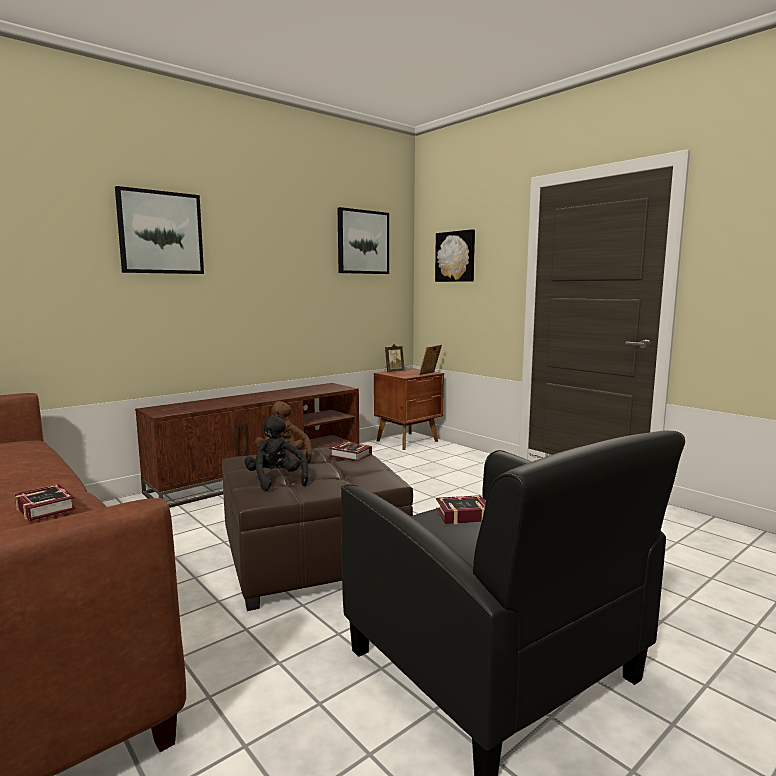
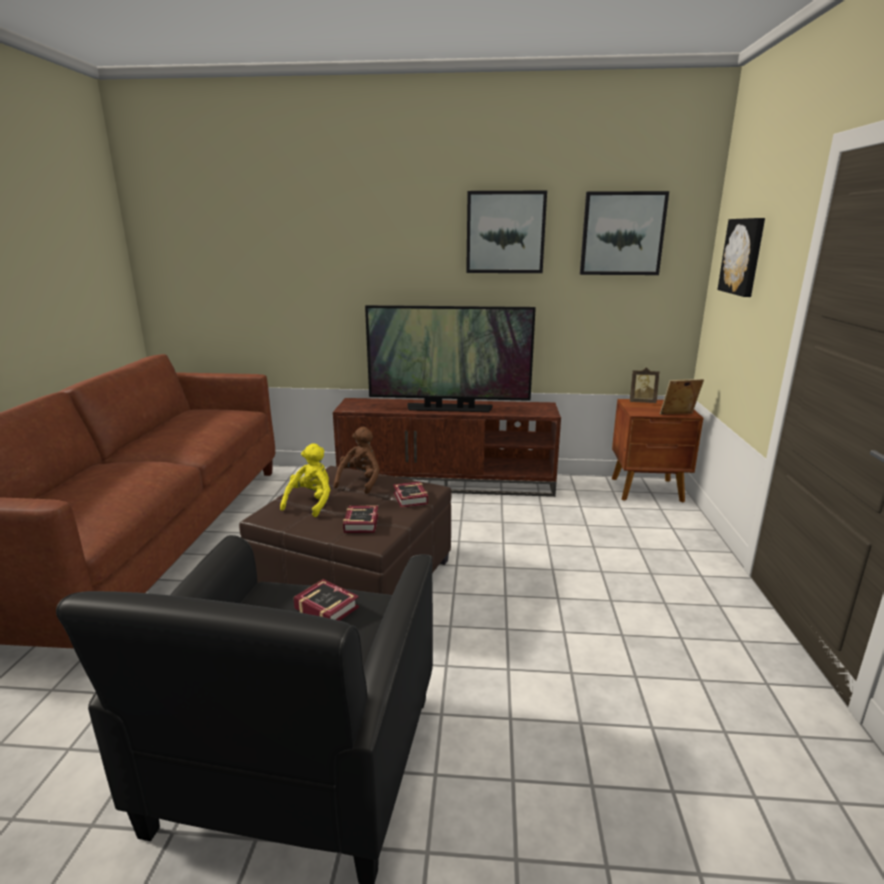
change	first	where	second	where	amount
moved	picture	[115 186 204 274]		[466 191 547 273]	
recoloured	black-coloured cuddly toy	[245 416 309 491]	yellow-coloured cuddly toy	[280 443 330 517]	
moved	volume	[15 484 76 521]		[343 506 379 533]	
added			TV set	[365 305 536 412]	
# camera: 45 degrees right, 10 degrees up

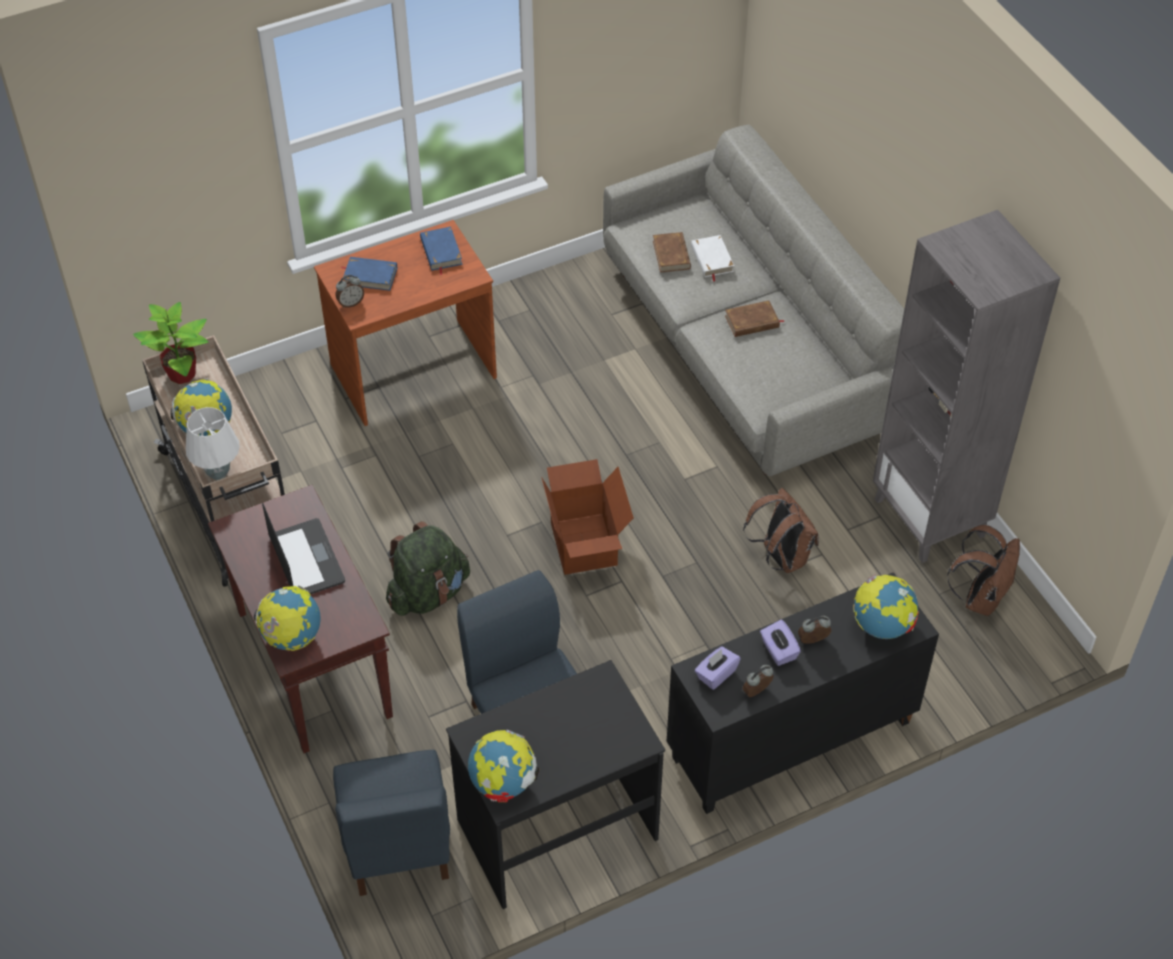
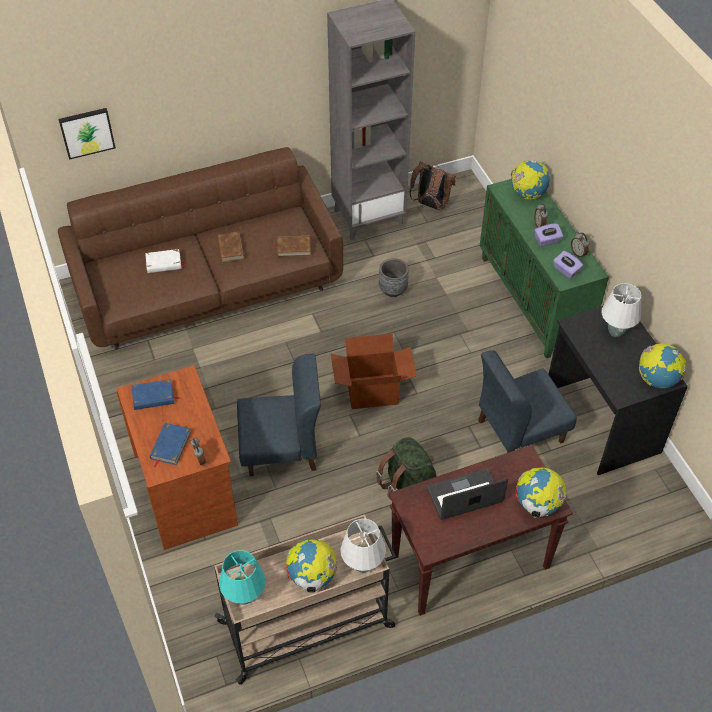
change	first	where	second	where	amount
recoloured	greyish sofa	[603 125 904 476]	brown-coloured sofa	[58 147 343 350]	
moved	brown-coloured volume	[653 232 691 273]		[271 236 311 257]	
replaced	plant in a pot	[133 302 208 384]	blue-green lamp for a table	[219 550 266 604]	
replaced	brown-coloured knapsack	[743 488 819 573]	greyish plant pot	[379 258 409 297]	
recoloured	black-coloured cabinet	[667 572 939 814]	green-coloured cabinet	[480 179 609 358]	
moved	blue upright chair	[333 750 450 896]		[237 354 321 476]	
added			picture	[58 108 116 160]	
added			white lamp for a table	[601 283 641 337]	
# camera: 85 degrees left, 0 degrees up

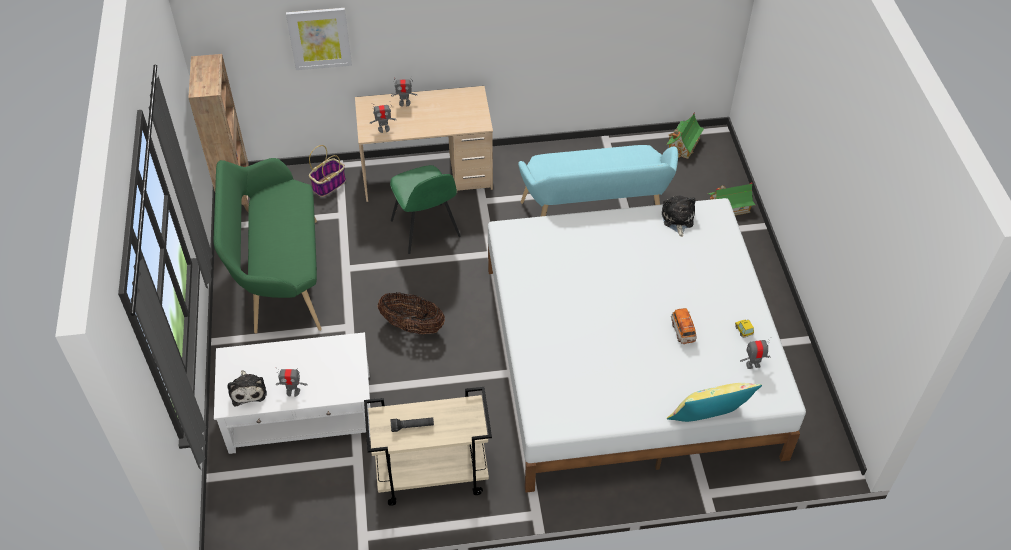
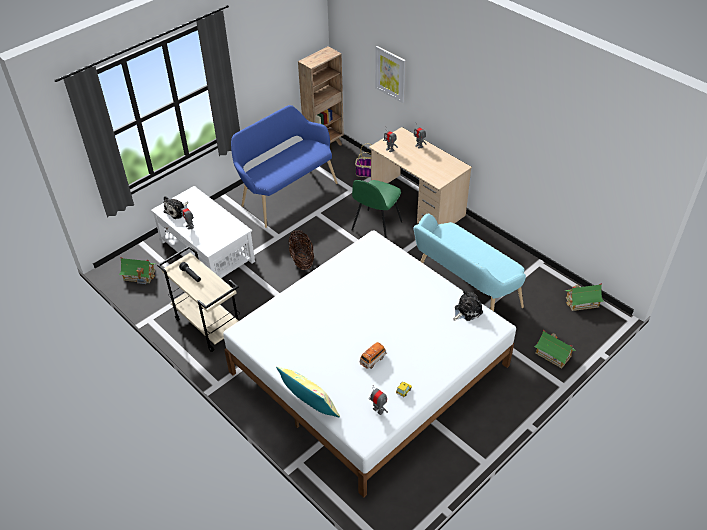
change	first	where	second	where	amount
recoloured	green-coloured long seat	[214 158 322 333]	blue long seat	[231 105 338 228]	
added			toy house	[119 257 155 284]	
# camera: 55 degrees right, 5 degrees down

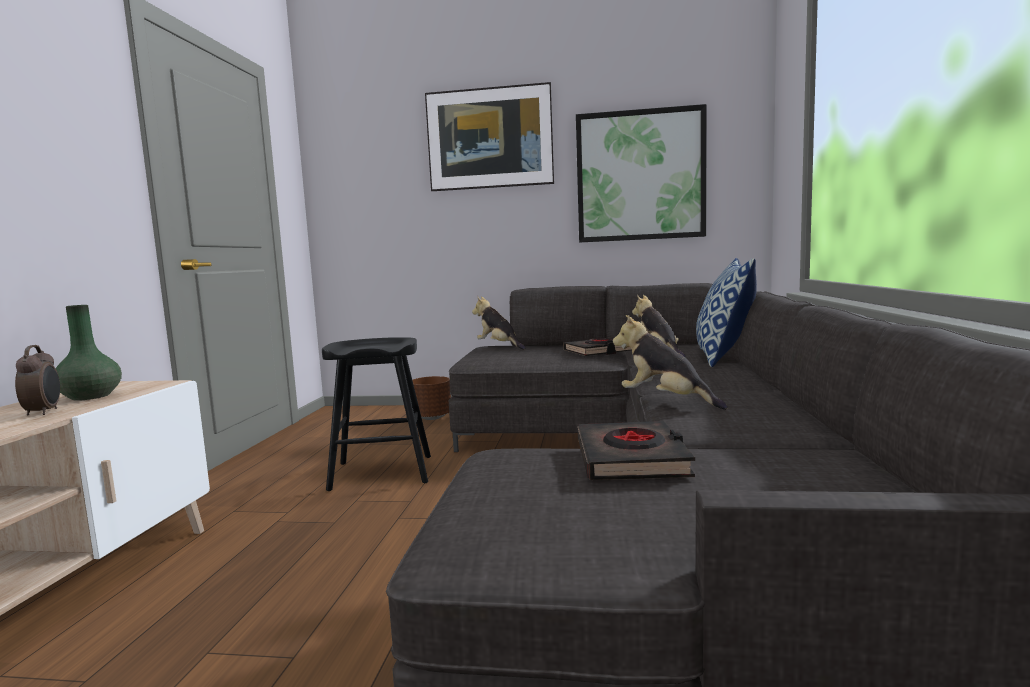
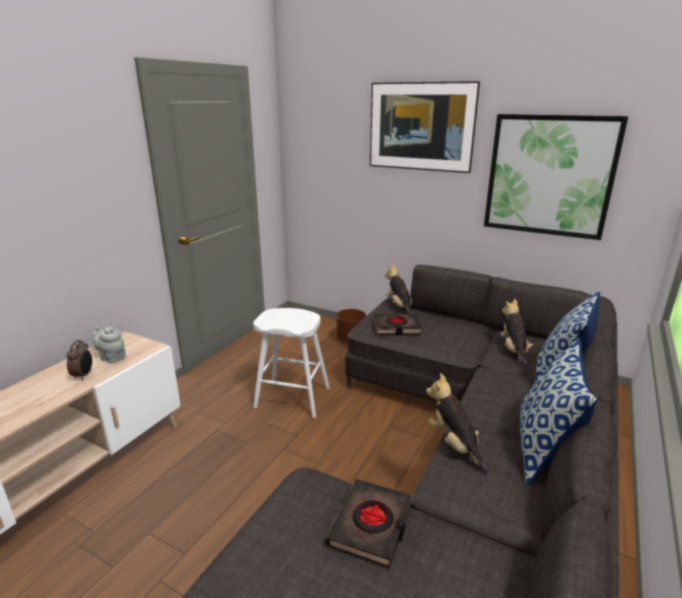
change	first	where	second	where	amount
replaced	green-coloured flower vase	[55 305 122 401]	greyish tea pot	[92 326 126 363]	
recoloured	black-coloured sitting stool	[322 337 431 491]	white sitting stool	[253 308 330 418]	
moved	black-coloured volume	[564 337 632 356]		[373 314 422 335]	
added			pillow	[520 338 598 485]	
# camera: 20 degrees right, 15 degrees up

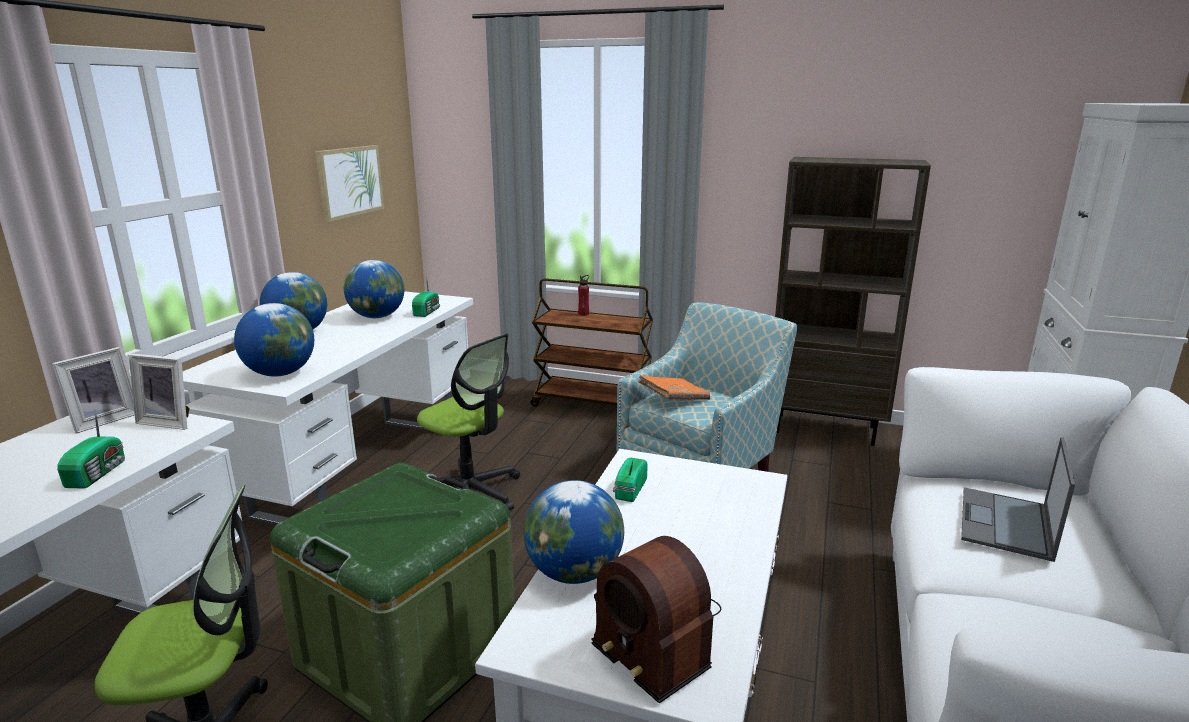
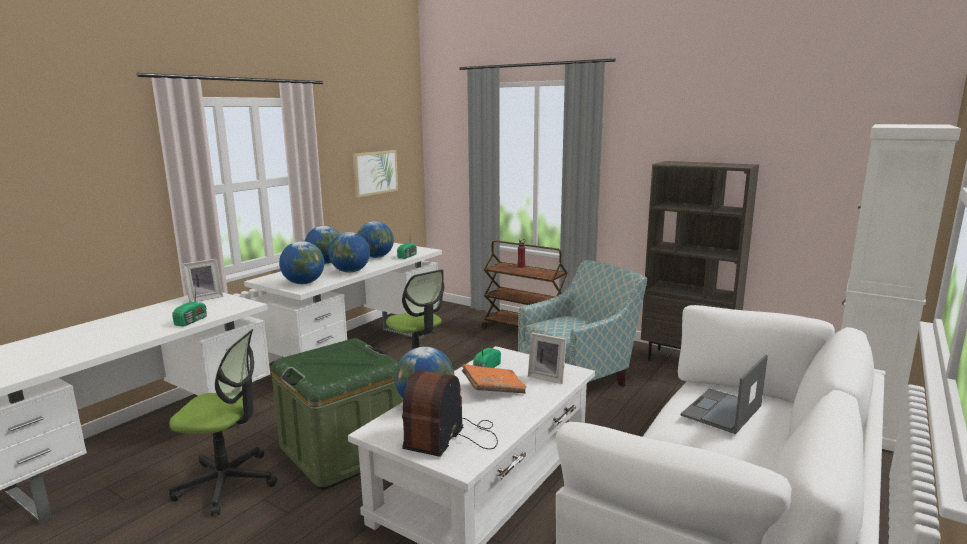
change	first	where	second	where	amount
moved	photo frame	[129 353 190 430]		[528 332 567 384]	
moved	orangey volume	[639 375 710 400]		[462 364 526 394]	
turned	radio	[591 536 721 704]		[402 370 498 457]	45 degrees clockwise
added			globe	[328 232 370 273]	
# camera: 15 degrees right, 5 degrees down

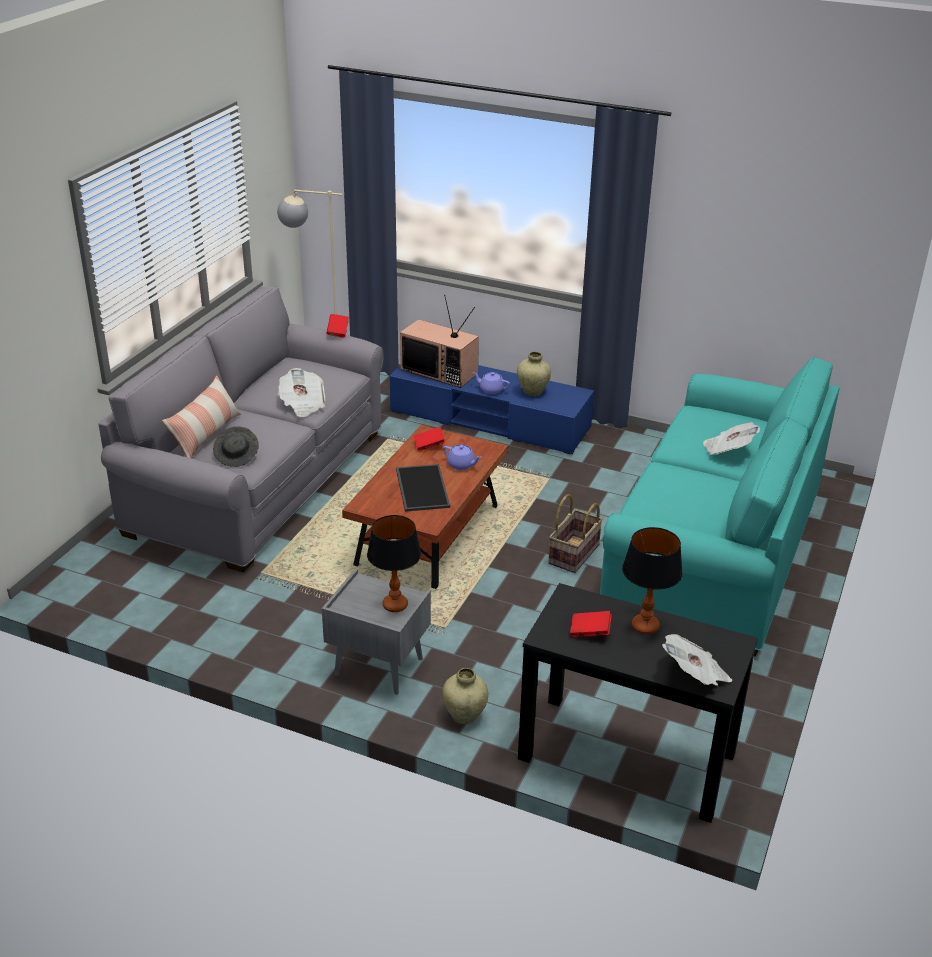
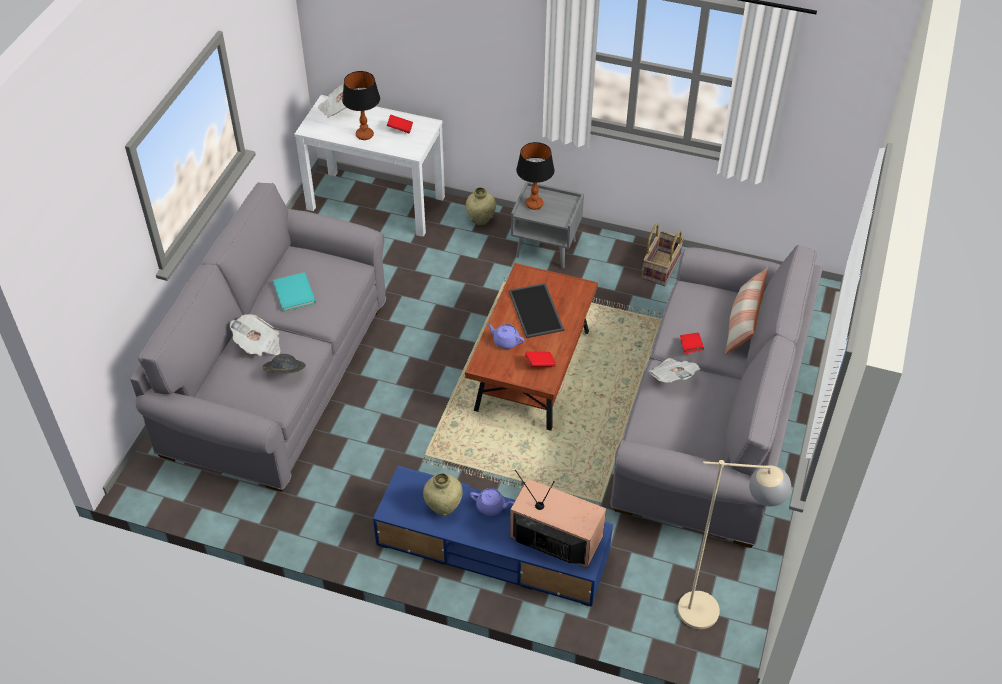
change	first	where	second	where	amount
moved	red volume	[326 314 349 338]		[680 333 704 354]	
recoloured	blue-green sofa	[600 357 840 656]	greyish sofa	[130 182 386 492]	
moved	greyish wearable hat	[213 426 259 467]		[262 354 306 374]	
moved	basket	[548 494 603 573]		[642 223 684 286]	
recoloured	black-coloured hall table	[518 583 758 823]	white hall table	[294 95 445 237]	
added			blue-green volume	[273 272 316 311]	
# camera: 175 degrees right, 15 degrees up

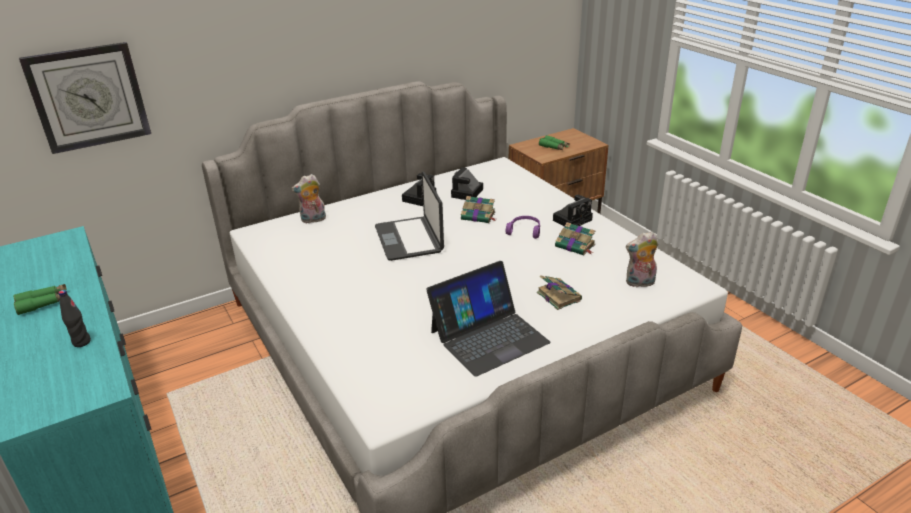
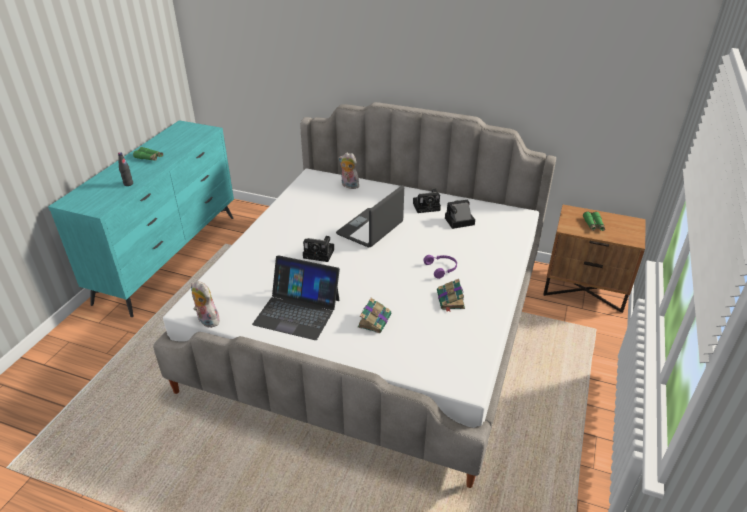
change	first	where	second	where	amount
removed	wall clock	[19 42 151 154]			
moved	photo camera	[553 195 593 227]		[303 236 334 262]	
removed	volume	[461 196 496 223]			
moved	cuddly toy	[626 232 658 287]		[191 281 220 328]	
# camera: 50 degrees right, 5 degrees up

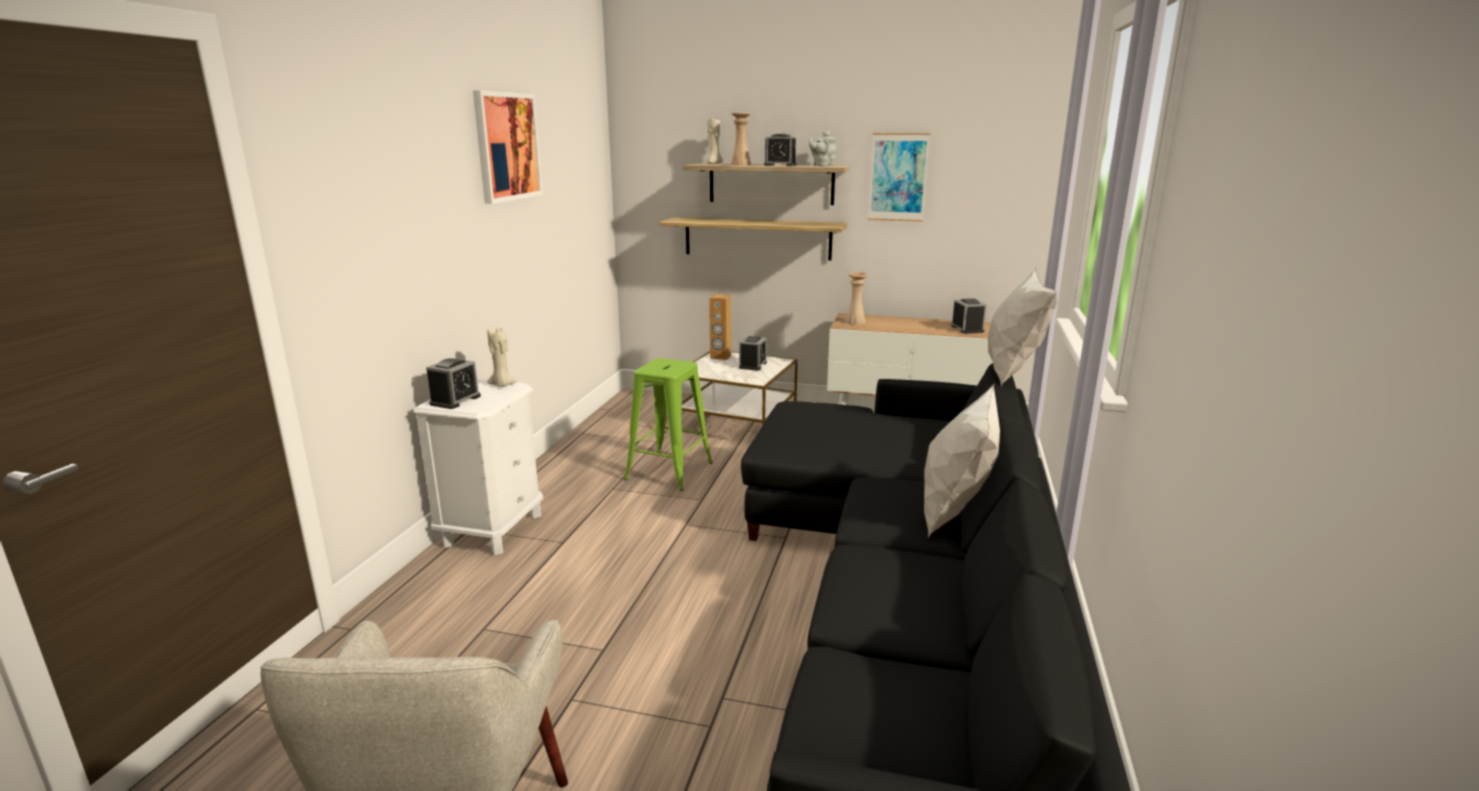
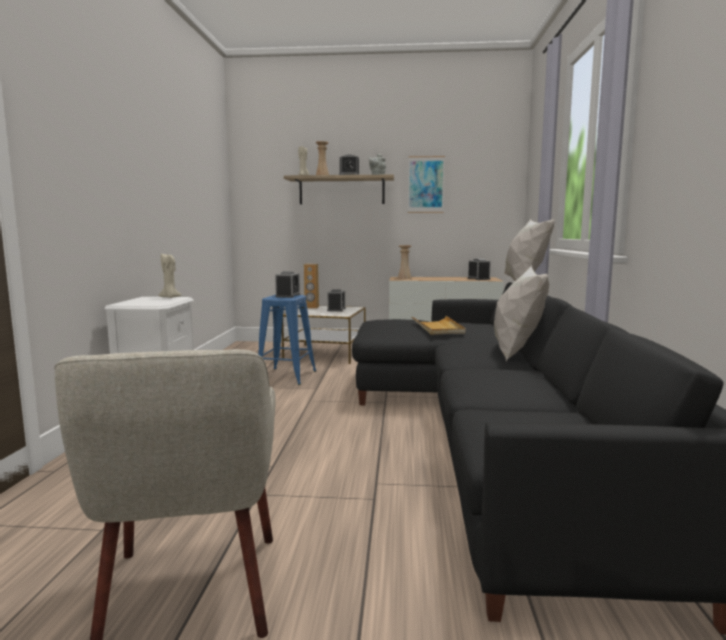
change	first	where	second	where	amount
removed	picture	[473 90 543 204]			
removed	wall shelf	[659 217 847 261]			
moved	table clock	[426 358 481 409]		[275 271 300 298]	
recoloured	green-coloured sitting stool	[624 358 713 491]	blue sitting stool	[258 295 316 385]	
added			beige serving tray	[412 316 466 335]	
# camera: 10 degrees left, 10 degrees down

